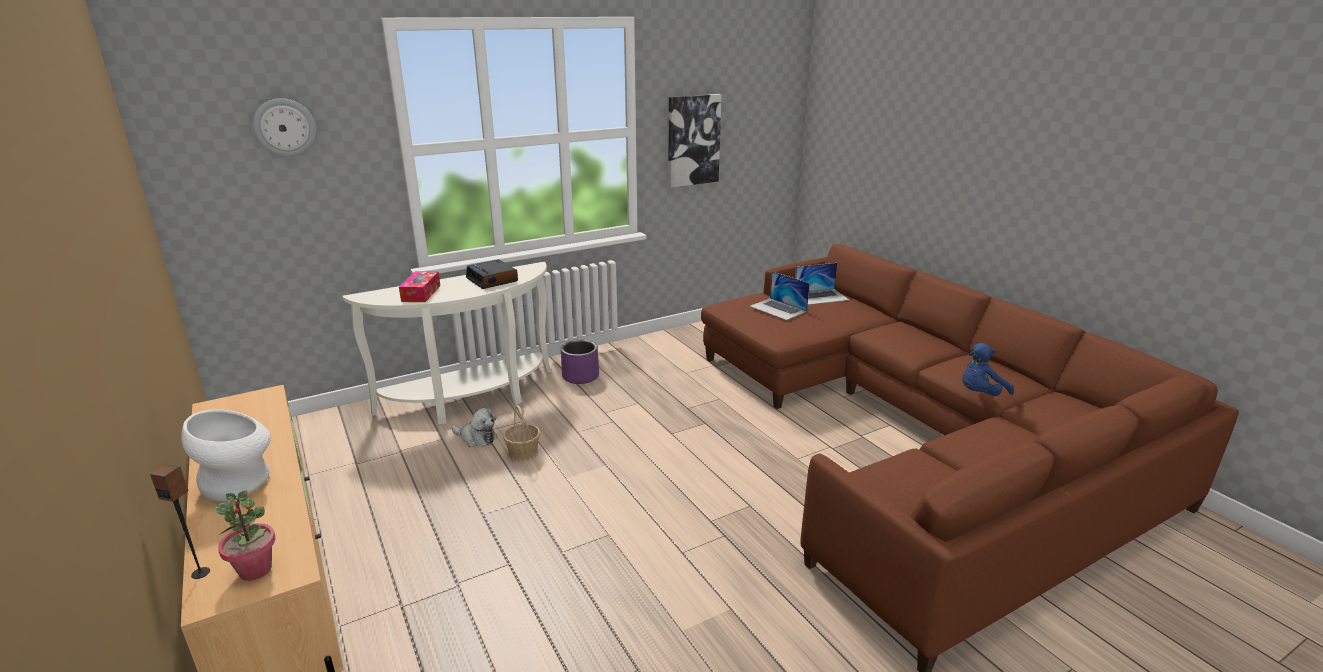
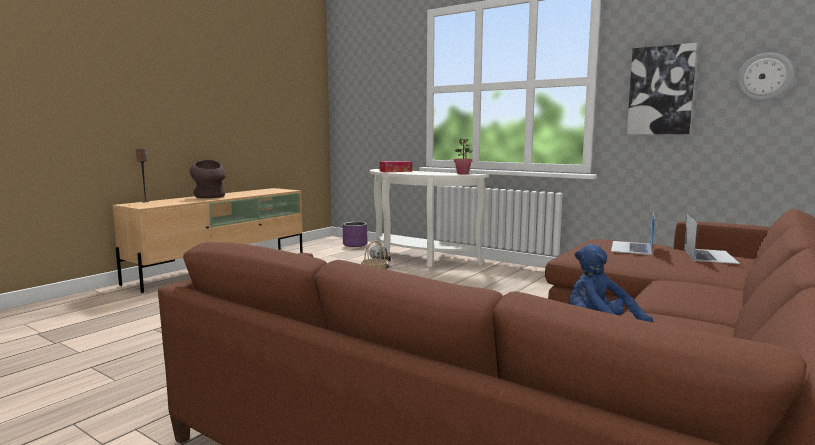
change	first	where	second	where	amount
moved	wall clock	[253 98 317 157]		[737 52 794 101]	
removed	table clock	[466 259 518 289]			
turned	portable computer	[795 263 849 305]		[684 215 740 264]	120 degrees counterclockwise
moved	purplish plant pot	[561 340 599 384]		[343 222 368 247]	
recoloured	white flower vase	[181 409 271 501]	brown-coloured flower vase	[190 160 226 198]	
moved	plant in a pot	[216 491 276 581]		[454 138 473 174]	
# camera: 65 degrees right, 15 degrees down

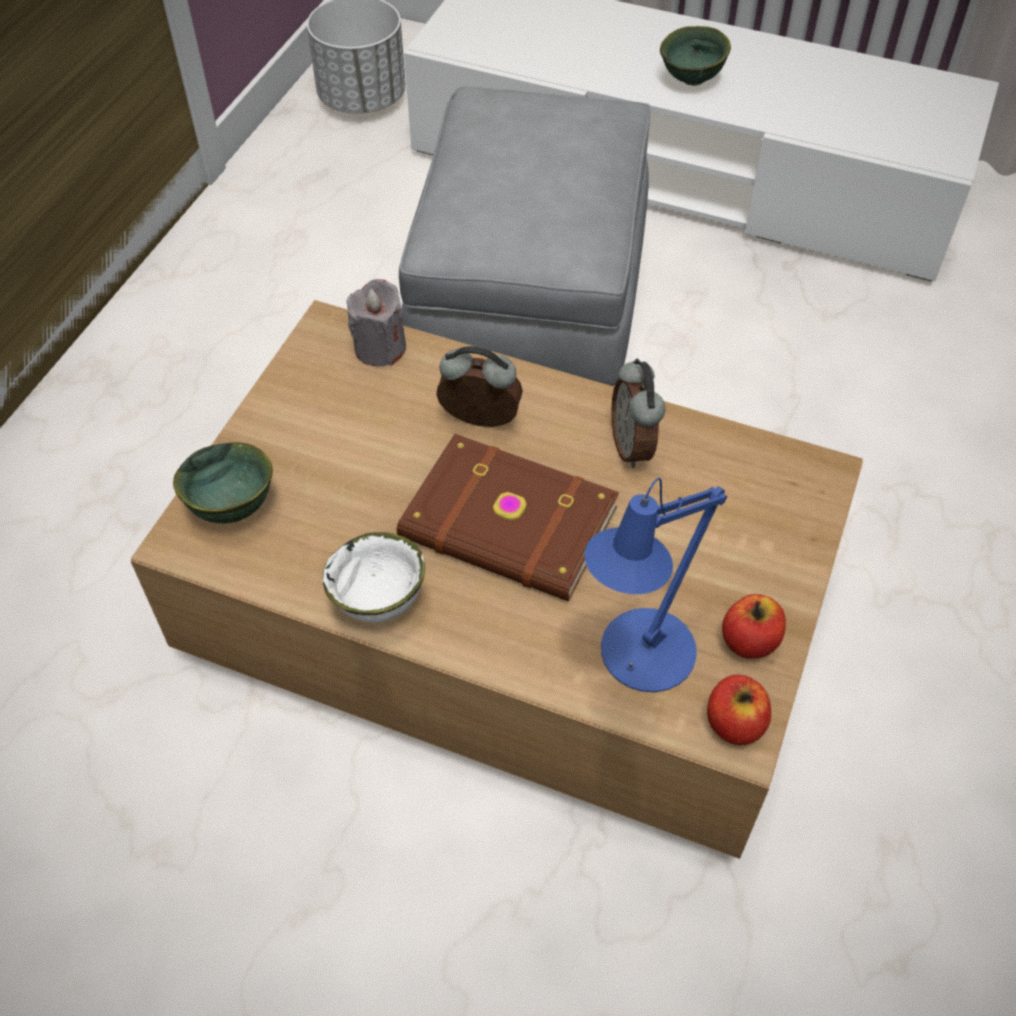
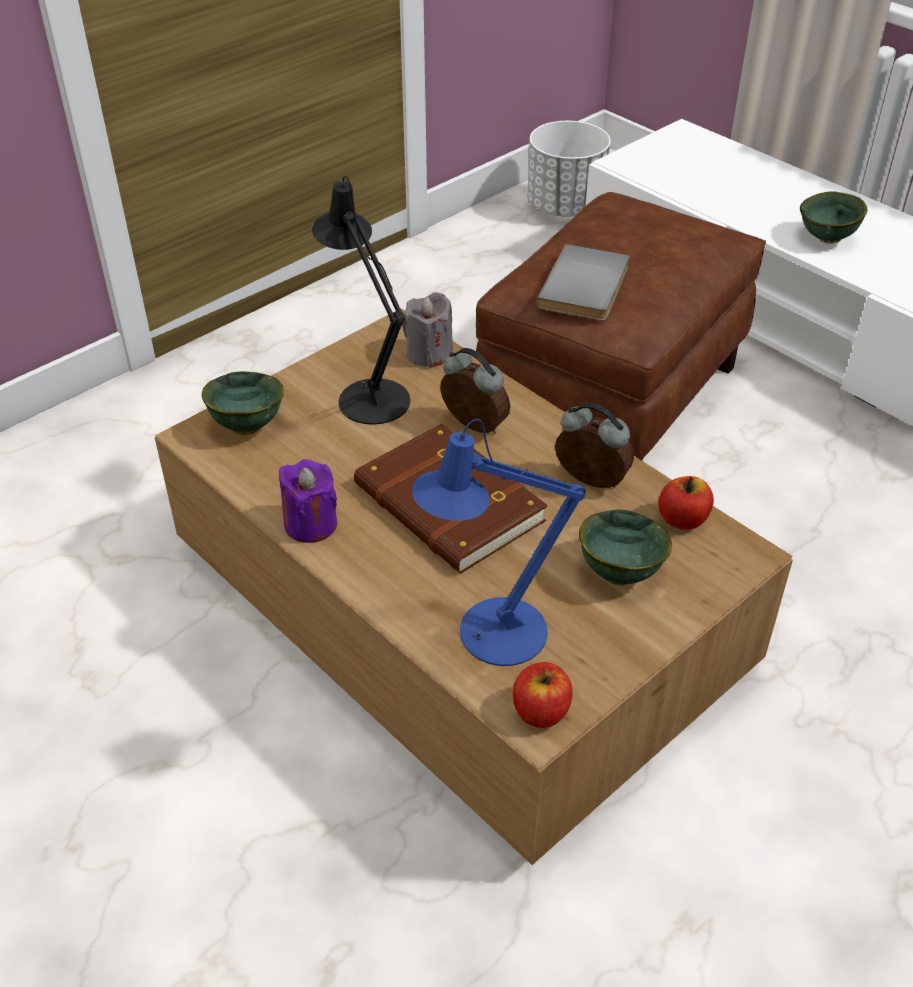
change	first	where	second	where	amount
recoloured	greyish footrest	[399 87 650 386]	brown-coloured footrest	[476 192 766 461]	
turned	table clock	[611 359 665 468]		[555 403 634 488]	105 degrees clockwise
replaced	white serving bowl	[323 532 425 623]	purplish wax candle	[279 459 337 543]	
moved	whole apple	[722 594 786 659]		[658 476 714 530]	
added			black-coloured lamp for a table	[312 176 410 425]	
added			greyish volume	[536 244 630 321]	
added			green-coloured serving bowl	[579 509 672 585]	
# camera: 25 degrees right, 10 degrees down

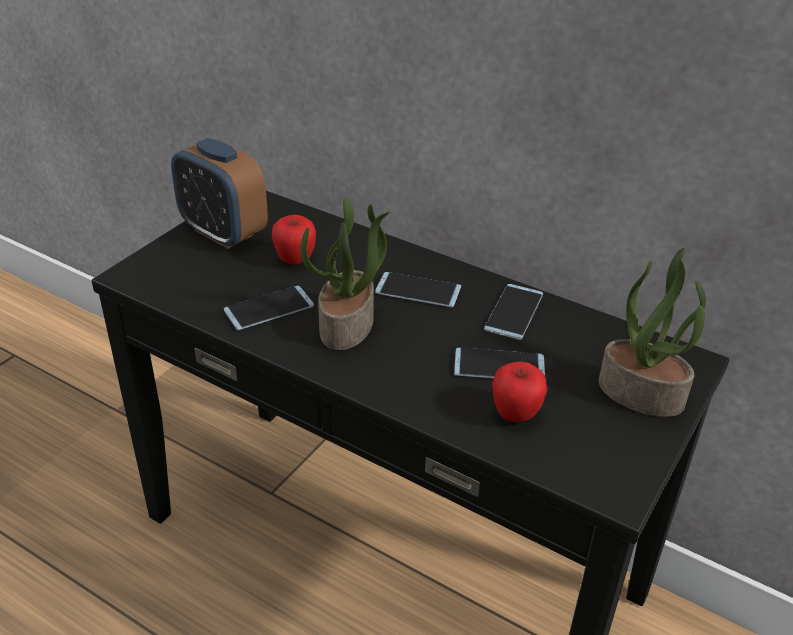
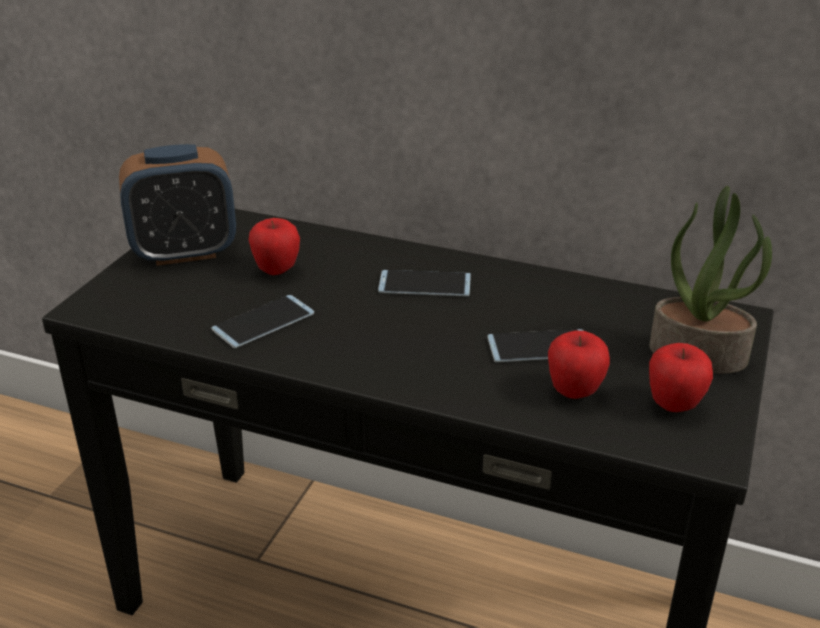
change	first	where	second	where	amount
turned	table clock	[171 138 268 249]		[119 144 236 266]	45 degrees counterclockwise
removed	plant in a pot	[300 197 390 350]			
removed	phone	[484 284 543 340]			
added			whole apple	[649 343 713 412]	
# camera: 10 degrees left, 5 degrees down

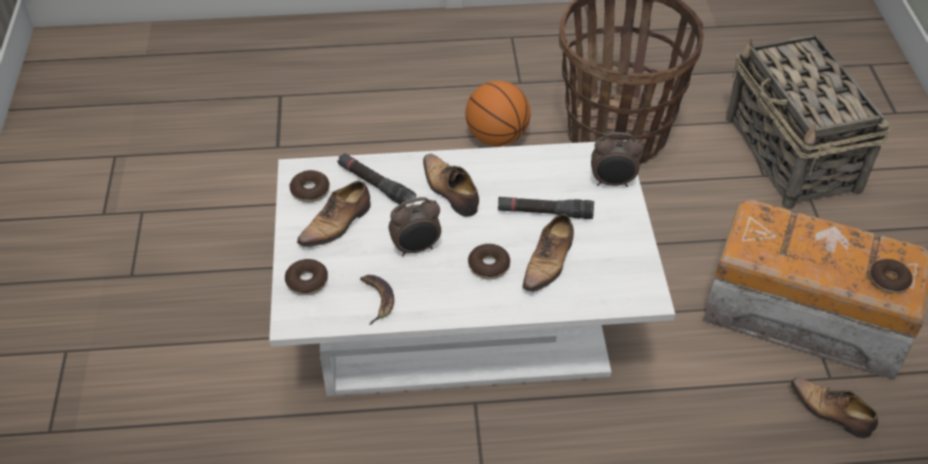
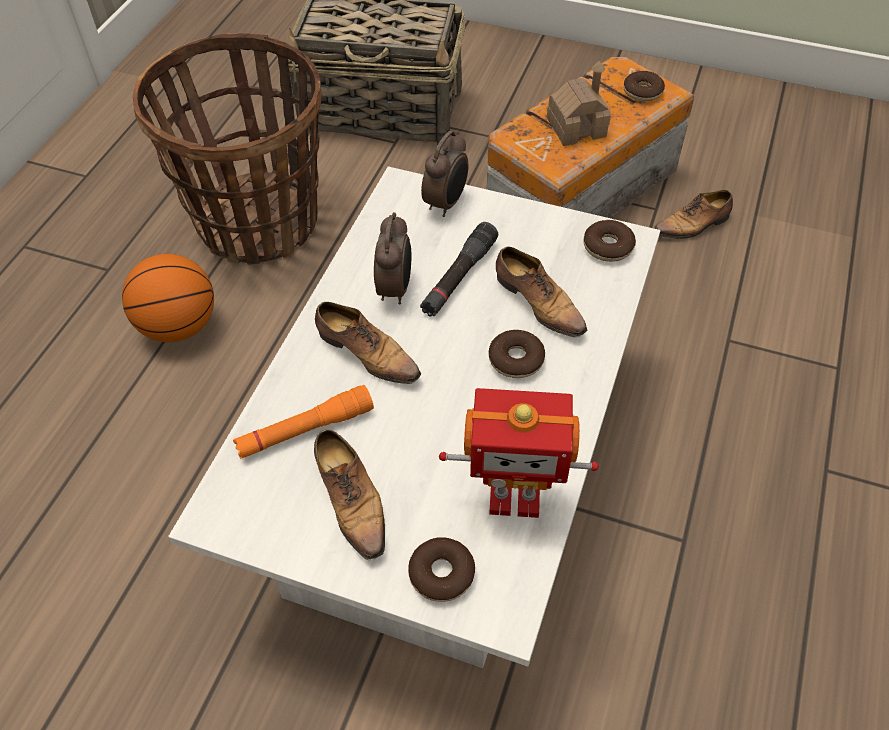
change	first	where	second	where	amount
recoloured	black-coloured hand torch	[337 153 416 207]	orangey hand torch	[233 385 374 459]	
turned	shoe	[423 153 479 217]		[315 302 421 384]	135 degrees counterclockwise
moved	ring doughnut	[289 170 330 202]		[584 220 636 262]	
moved	table clock	[389 197 441 257]		[374 212 411 305]	
replaced	banana fruit	[360 275 394 325]	toy robot	[439 388 599 518]	
added			toy house	[547 61 611 146]	
# camera: 65 degrees left, 5 degrees up

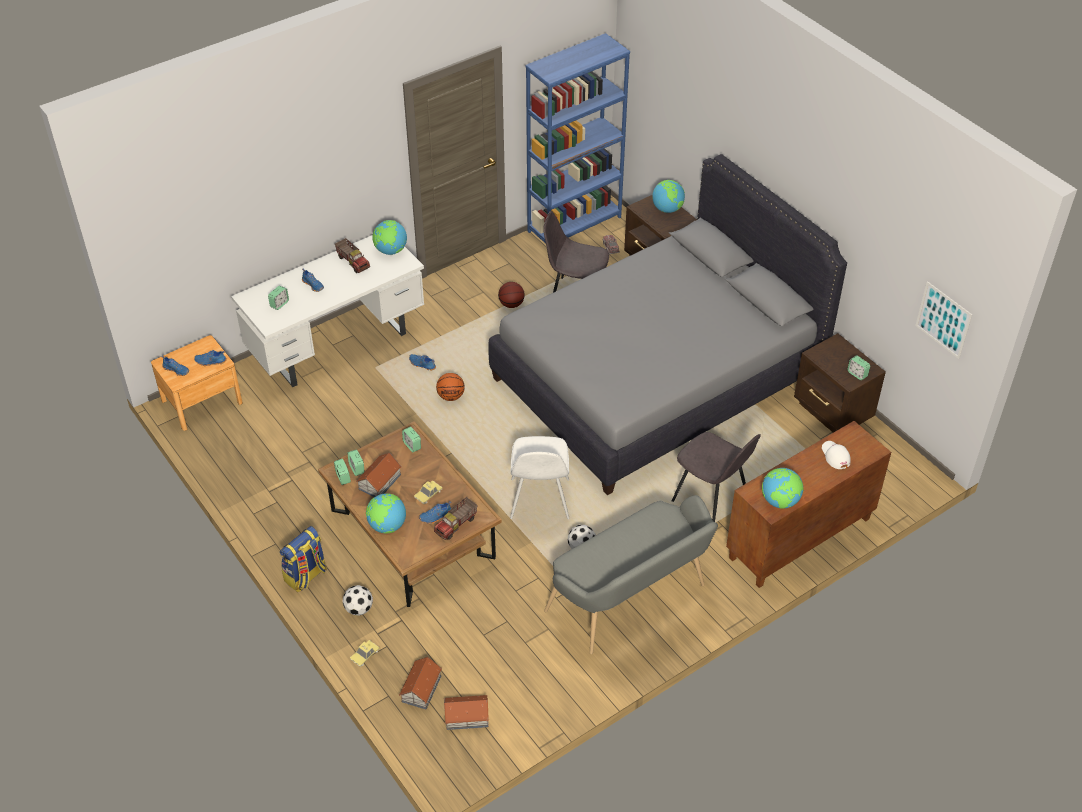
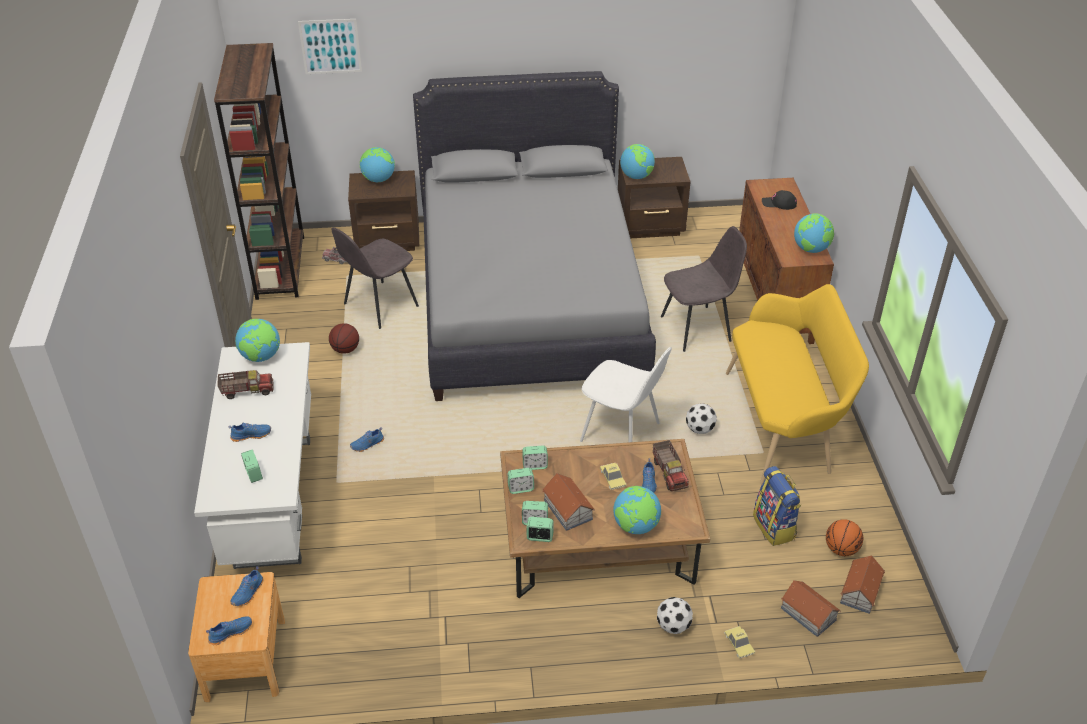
change	first	where	second	where	amount
recoloured	blue bookshelf	[525 33 630 244]	brown-coloured bookshelf	[214 43 304 300]	
moved	picture	[915 281 972 359]		[298 19 362 74]	
moved	table clock	[847 356 870 380]		[508 468 534 494]	
moved	ball for basketball	[436 373 465 401]		[826 519 863 556]	
recoloured	white cap	[822 441 851 469]	black-coloured cap	[762 190 797 210]	
recoloured	greyish long seat	[544 495 718 654]	yellow-coloured long seat	[726 284 869 484]	
moved	knapsack	[280 526 327 592]		[753 466 801 546]	
added			globe	[620 144 655 179]	
# camera: 60 degrees left, 5 degrees down

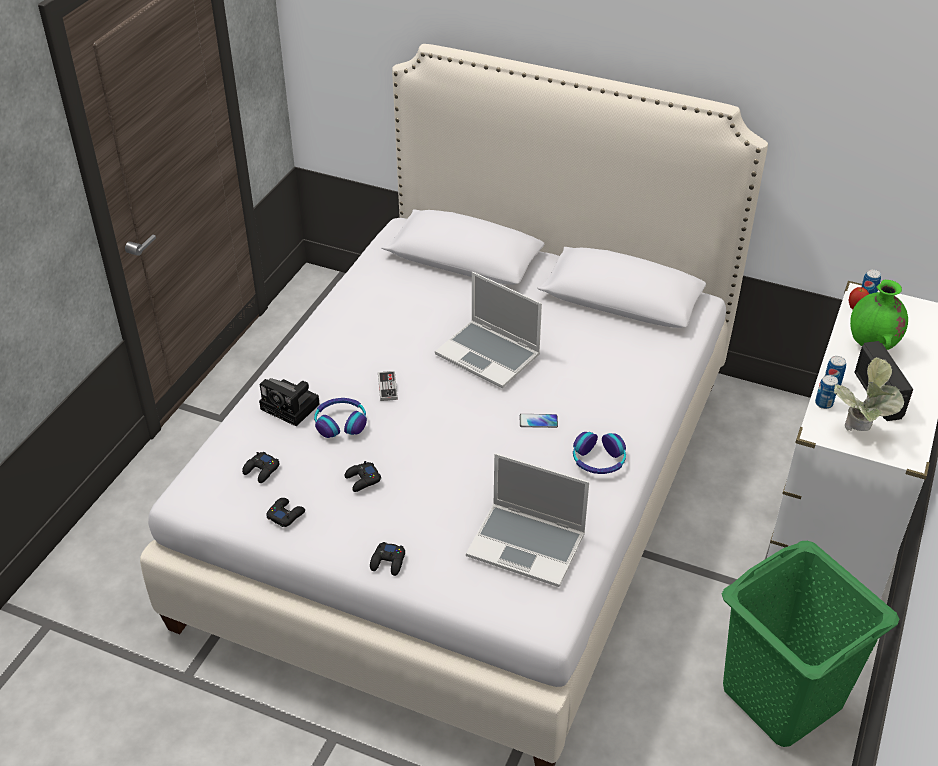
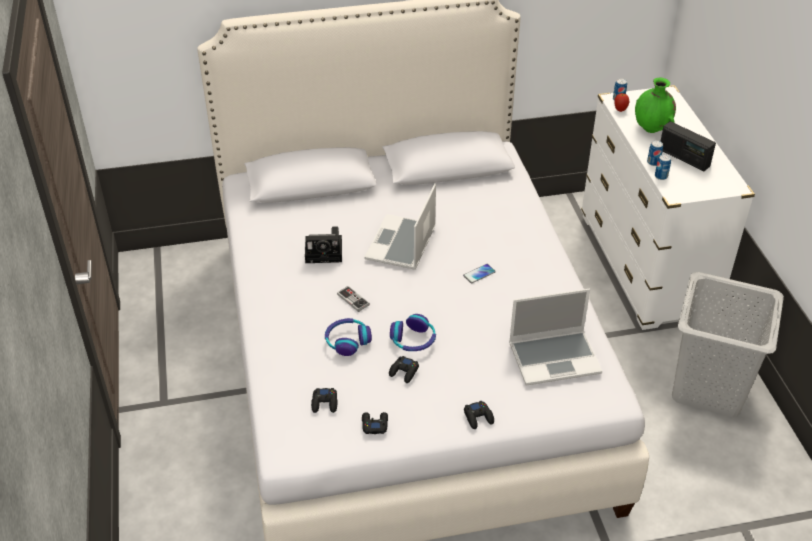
change	first	where	second	where	amount
turned	portable computer	[435 272 542 388]		[364 183 436 270]	105 degrees clockwise
removed	plant in a pot	[834 357 904 431]			
moved	photo camera	[259 378 320 426]		[305 226 342 263]	
moved	headphones	[573 432 626 474]		[390 314 436 351]	
recoloured	green-coloured washing basket	[722 541 899 747]	greyish washing basket	[672 272 784 417]	
# camera: 35 degrees left, 0 degrees up

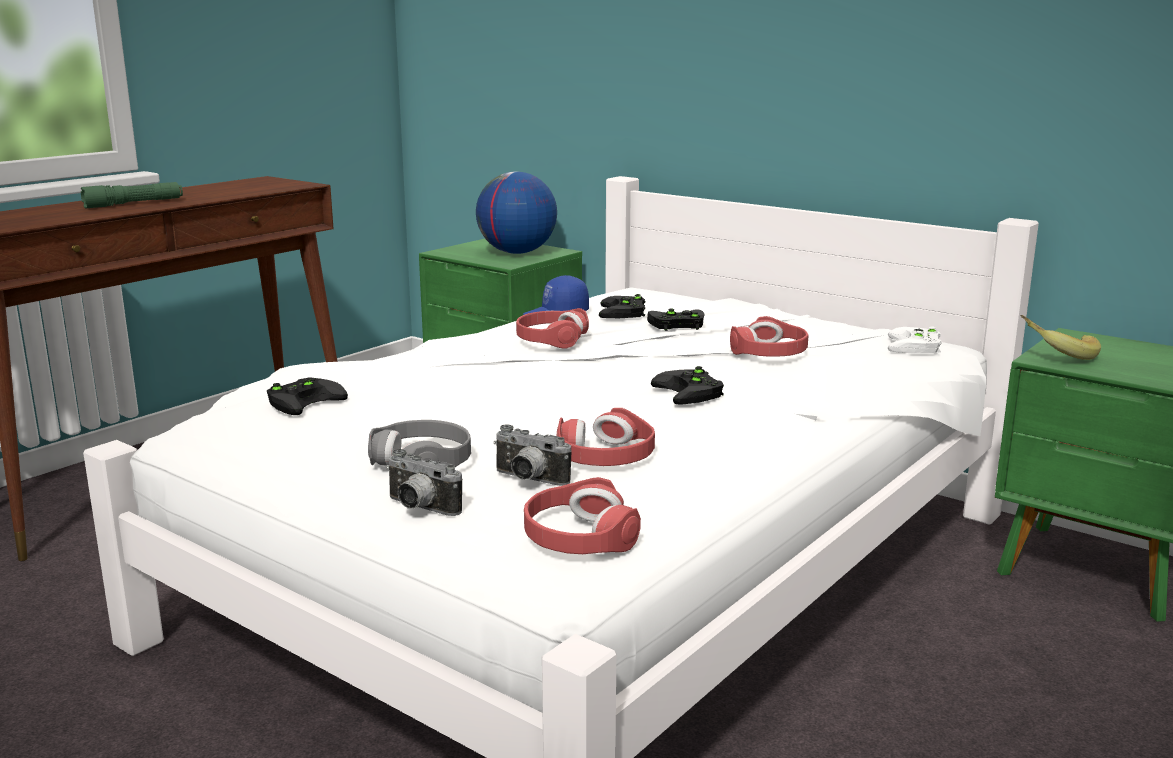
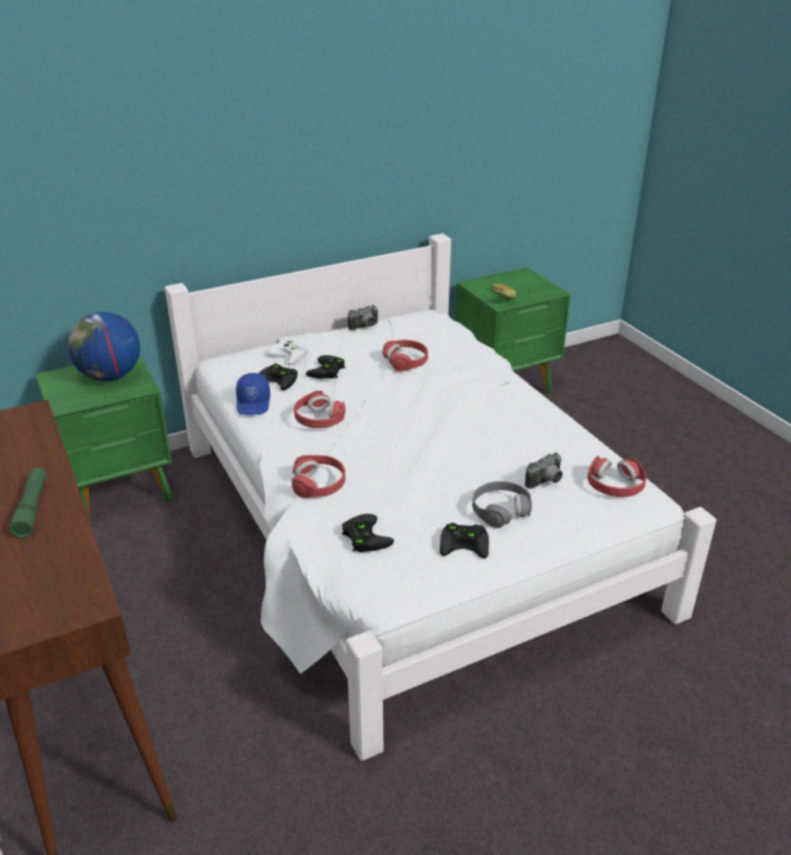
change	first	where	second	where	amount
moved	white game controller	[888 327 942 353]		[268 339 308 365]	
moved	black-coloured game controller	[651 366 724 405]		[440 523 489 559]	
moved	red headphones	[557 408 655 466]		[292 455 345 498]	
moved	photo camera	[386 449 463 516]		[348 305 379 330]	
# camera: 65 degrees left, 15 degrees up

